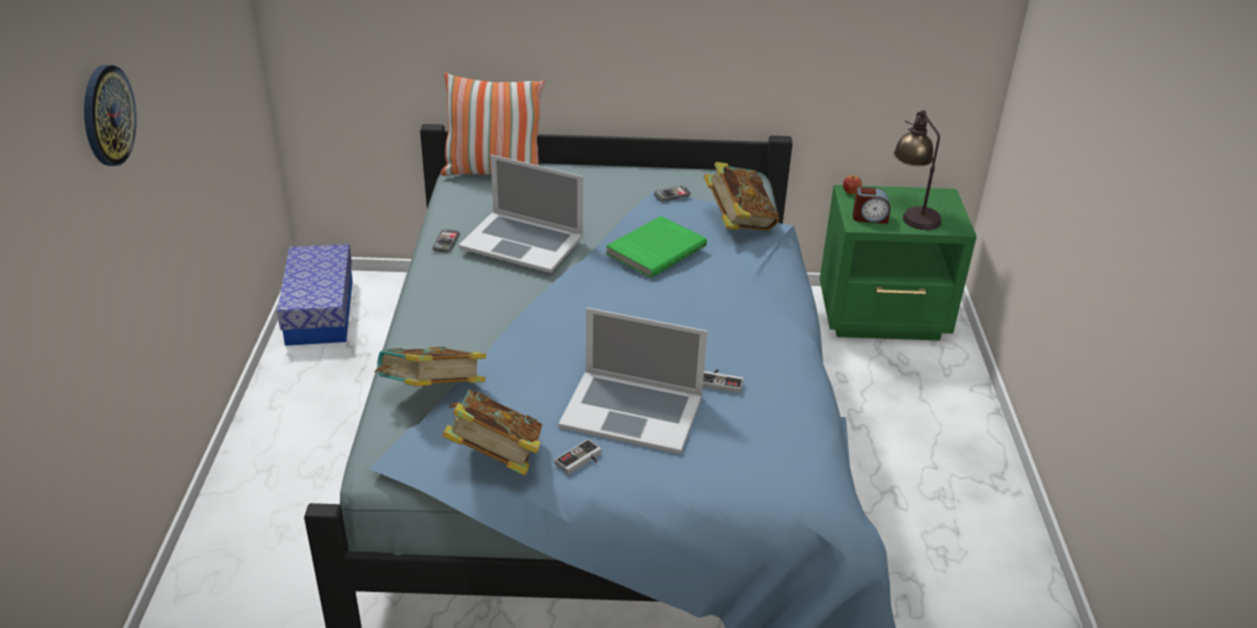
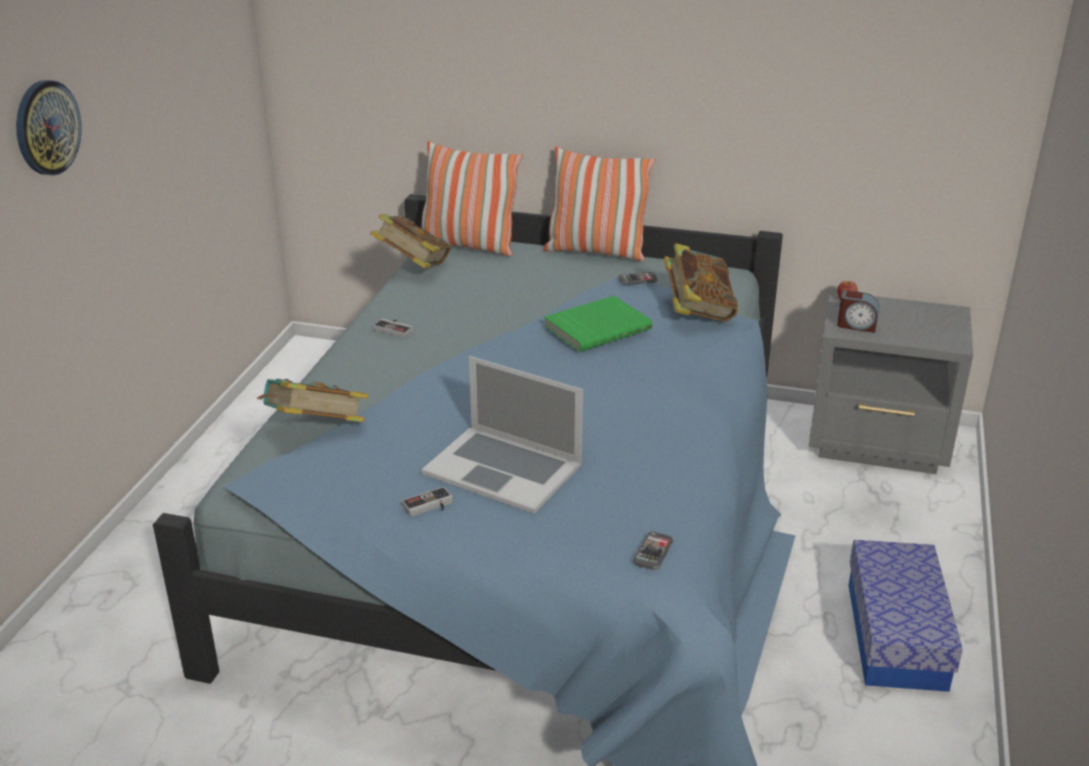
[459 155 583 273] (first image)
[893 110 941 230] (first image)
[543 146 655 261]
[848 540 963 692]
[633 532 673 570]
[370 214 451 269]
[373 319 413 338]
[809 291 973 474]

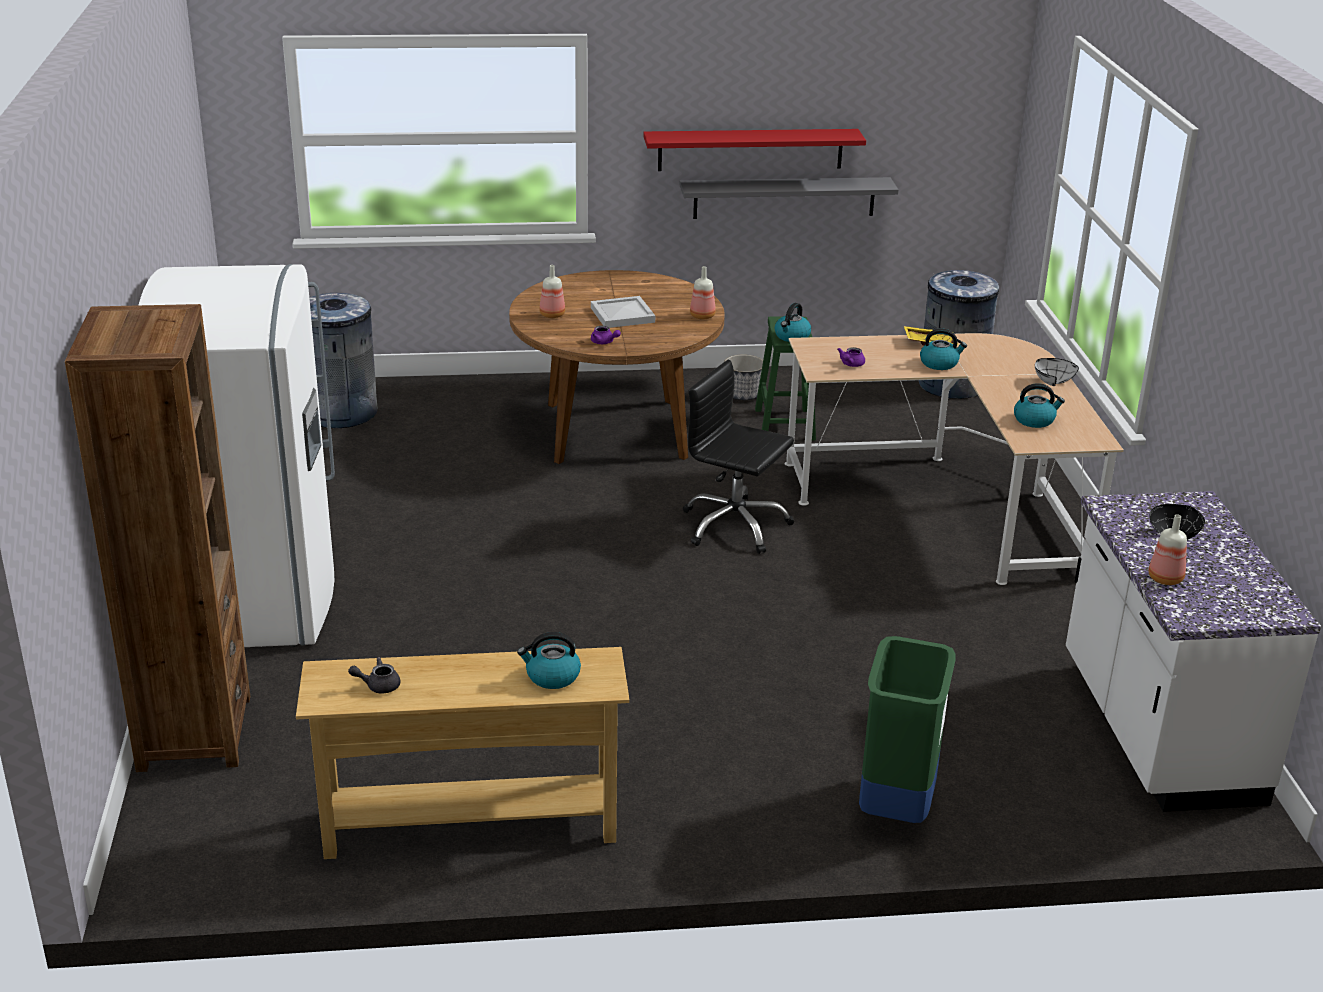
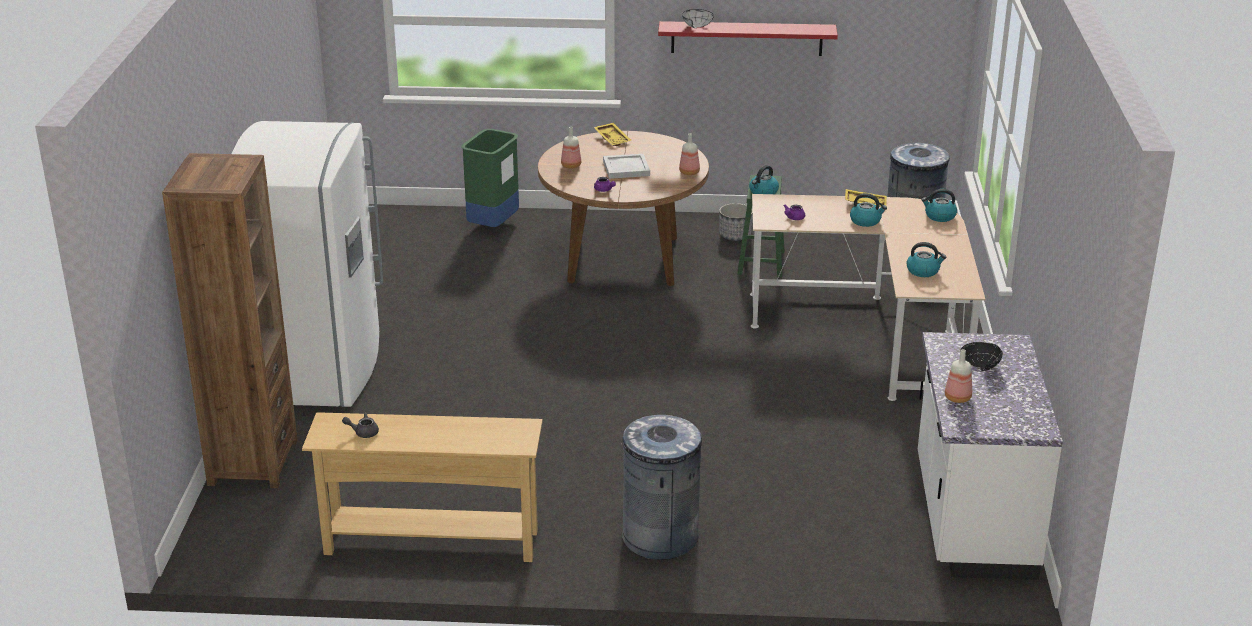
[679 177 899 219] (first image)
[683 360 794 554] (first image)
[594 123 631 146]
[621 415 702 560]
[921 189 957 222]
[461 129 519 227]
[682 9 714 28]

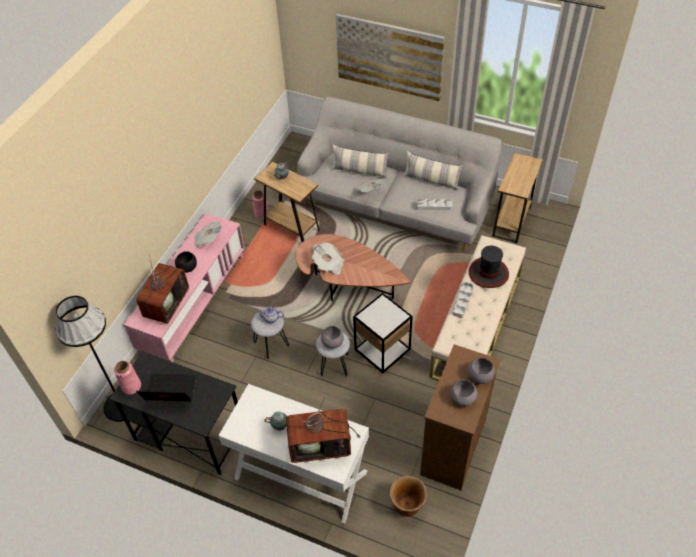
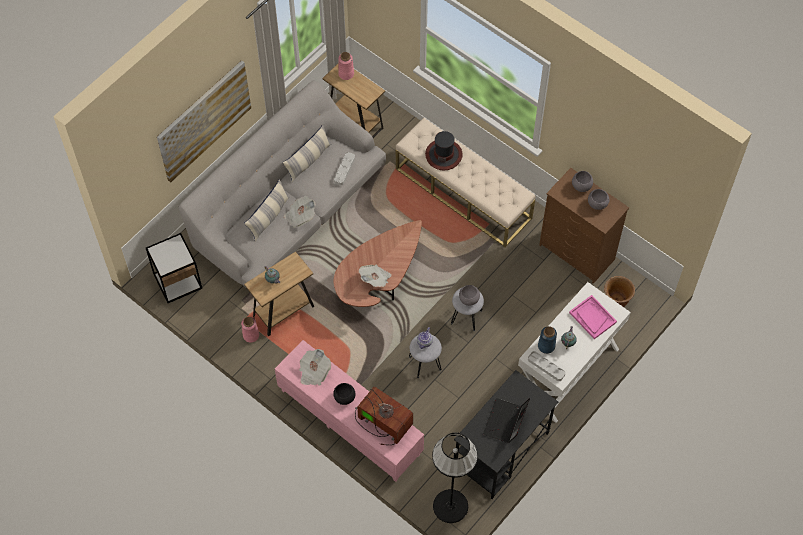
[538 326 557 354]
[338 52 354 80]
[146 233 202 303]
[528 351 565 381]
[569 295 617 339]

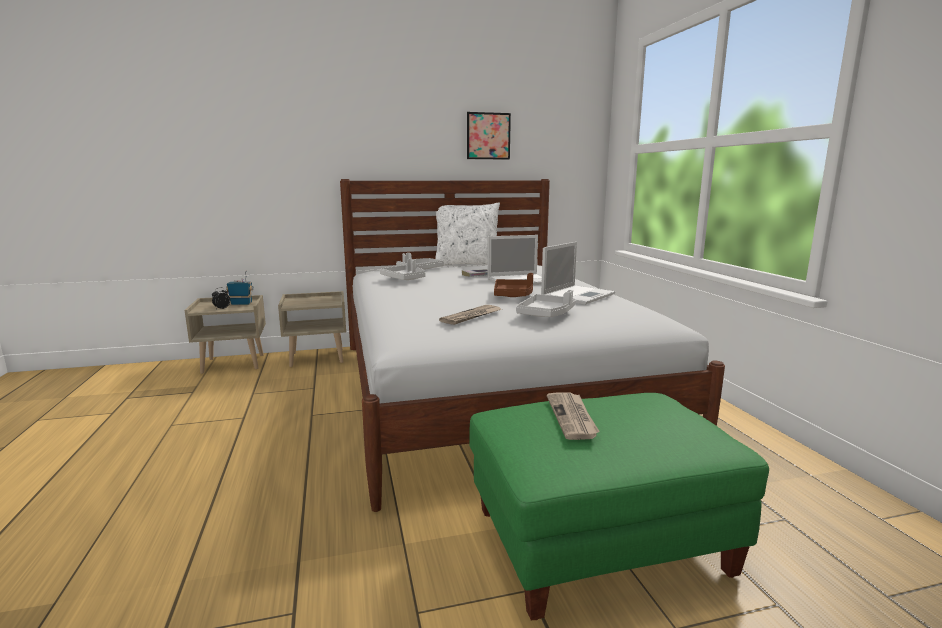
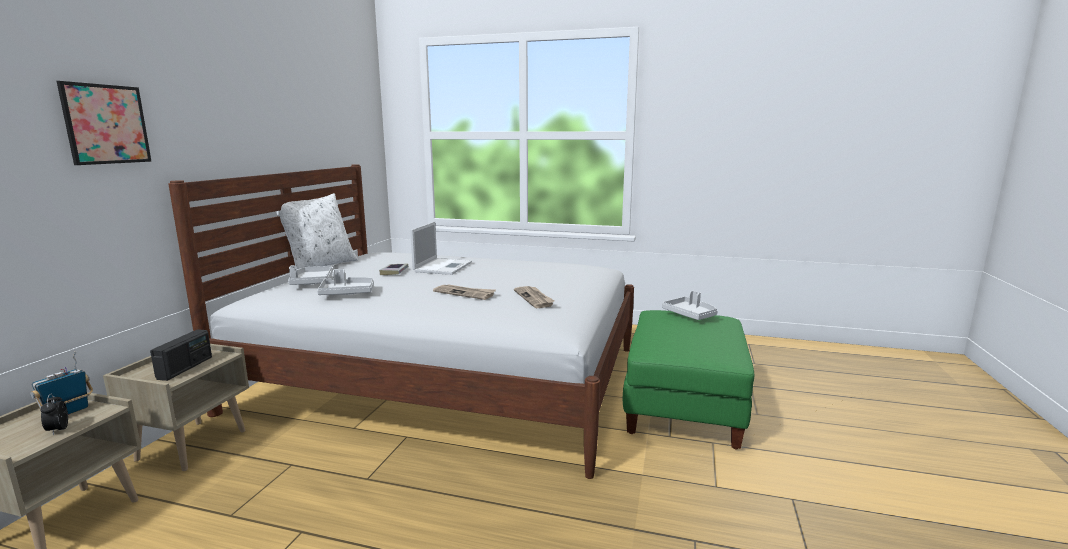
[494 273 533 297] (first image)
[541 242 615 305] (first image)
[150 329 212 381]
[57 81 152 165]
[662 291 718 320]
[433 284 496 300]

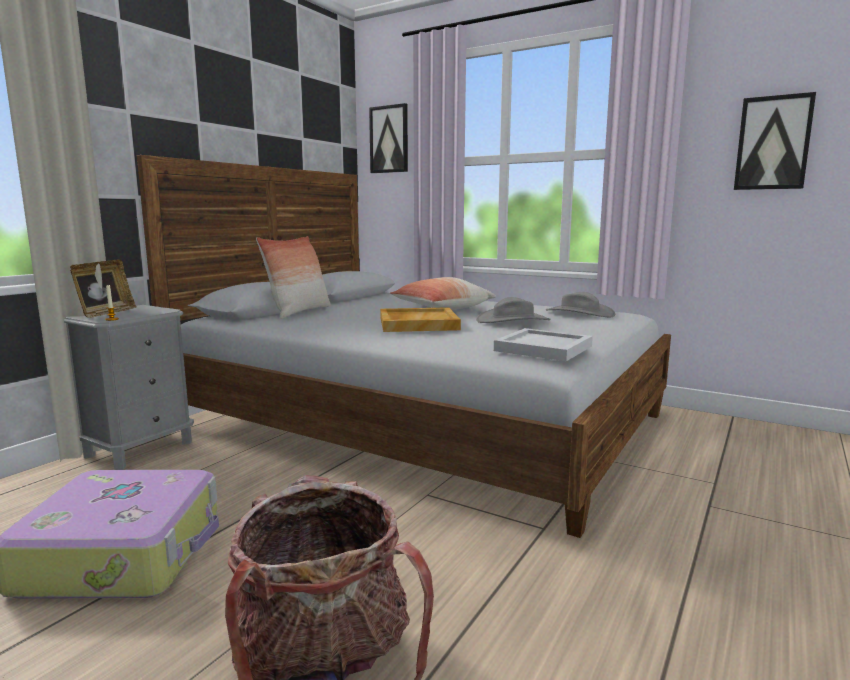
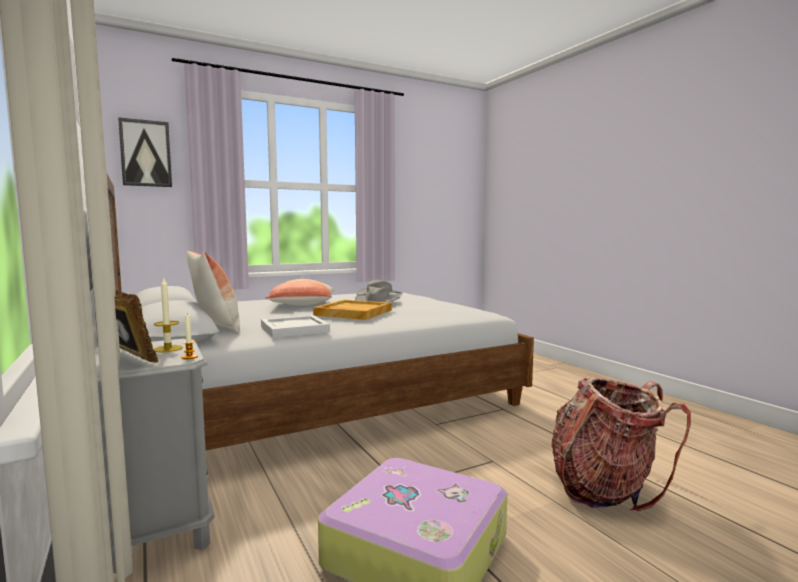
[734 92 816 190] (first image)
[153 277 183 352]
[261 315 330 338]

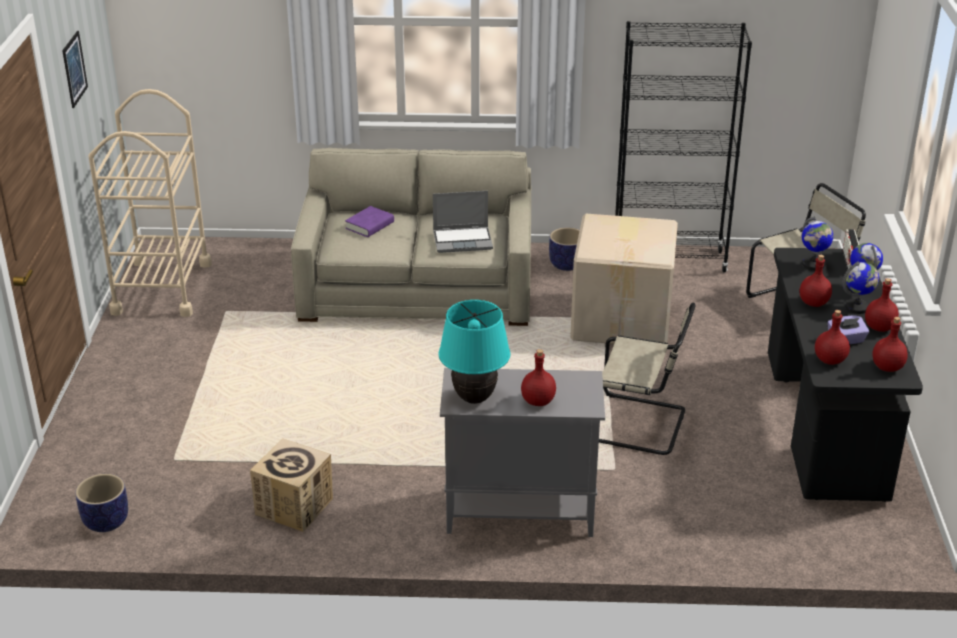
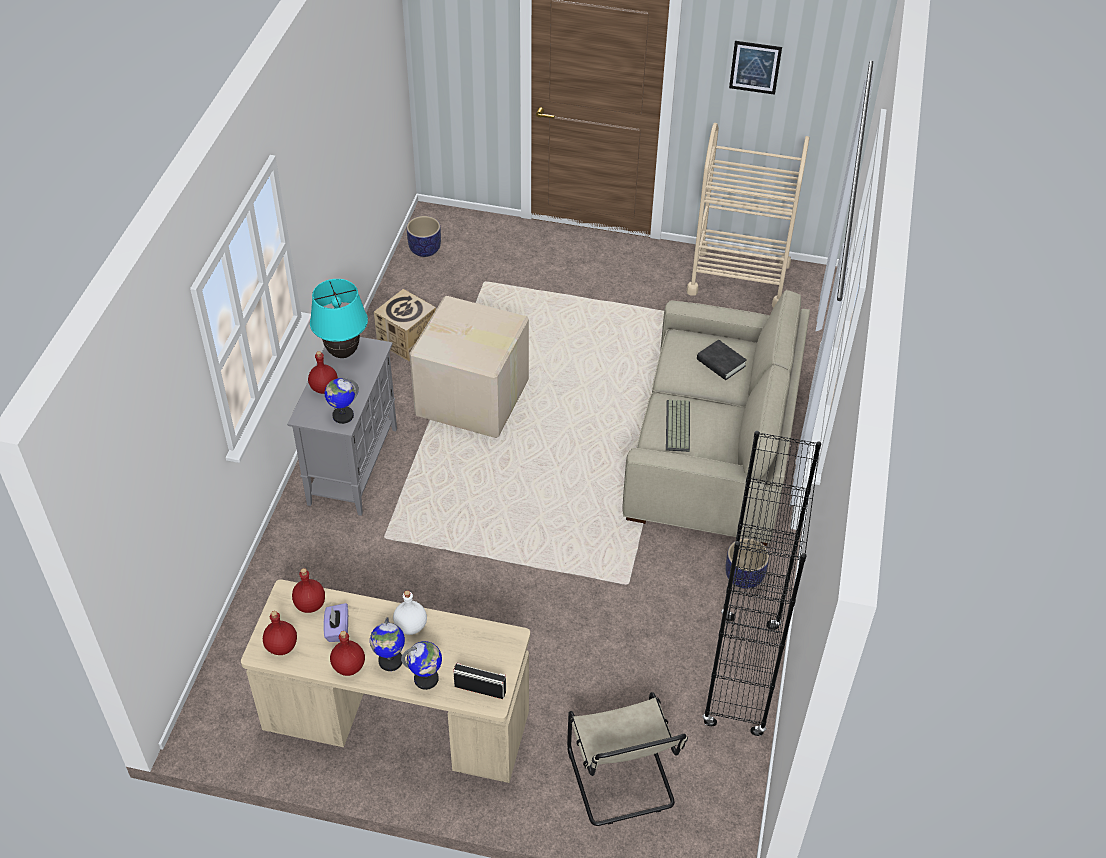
[599 303 696 455] (first image)
[409 296 529 438]
[325 378 359 424]
[666 399 690 452]
[697 339 747 380]
[241 579 530 783]
[393 590 427 635]

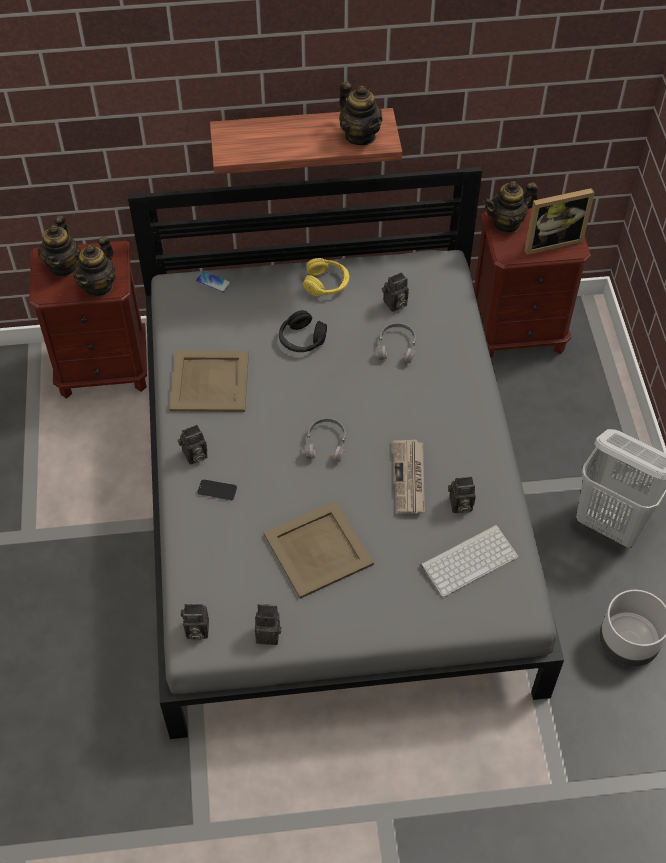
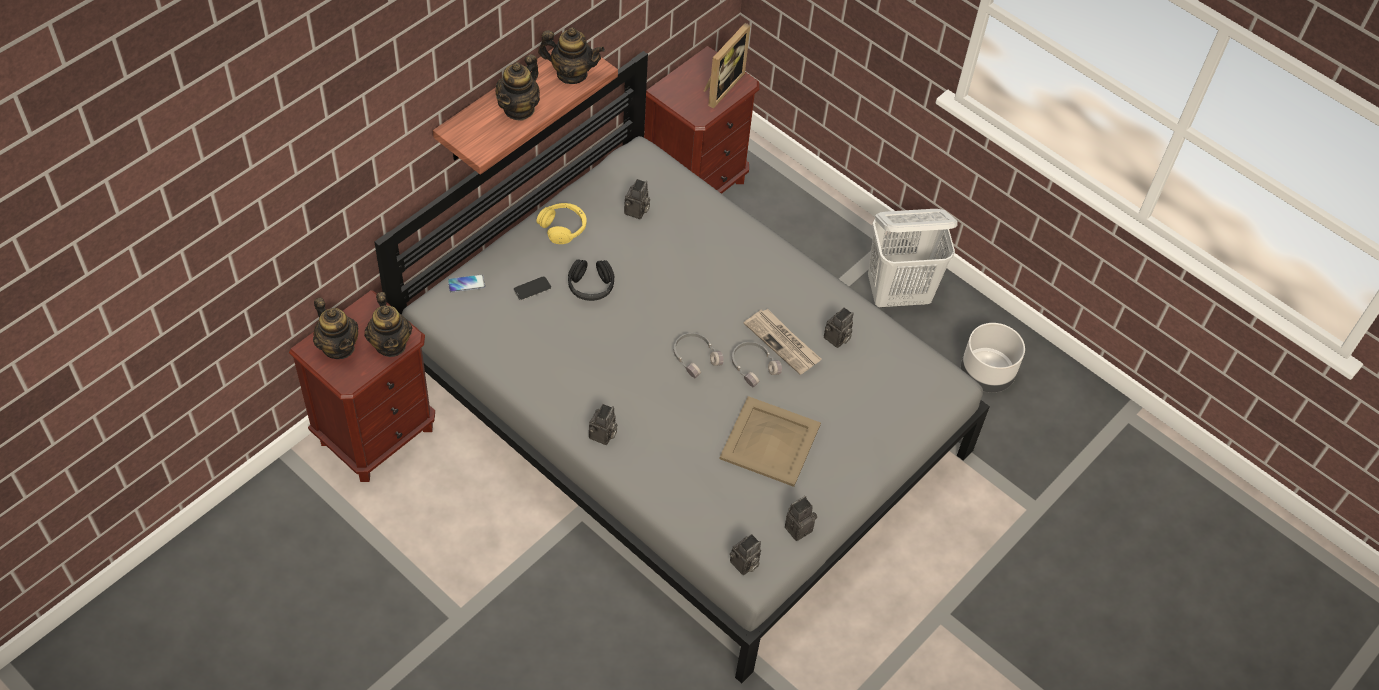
[169 350 249 412] (first image)
[420 525 518 597] (first image)
[514 276 551 301]
[732 341 782 387]
[496 54 540 121]

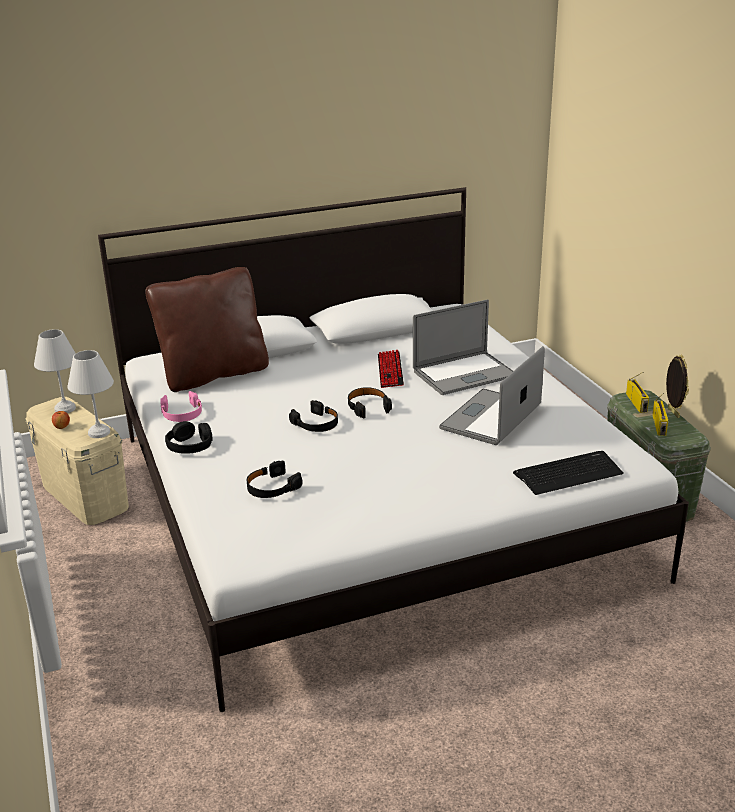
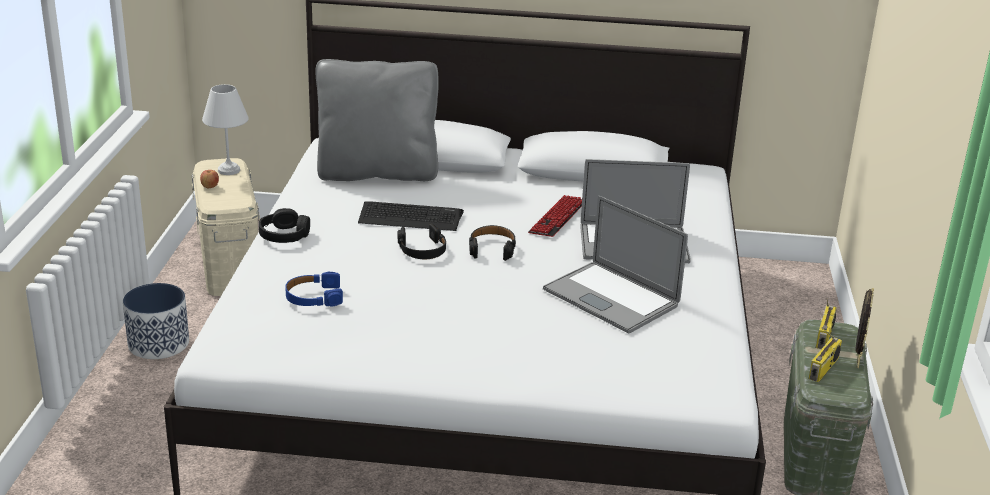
[68 350 114 438] (first image)
[160 391 202 422] (first image)
[123 283 189 359]
[358 201 464 231]
[315 59 439 181]
[285 271 343 307]
[543 195 688 333]

